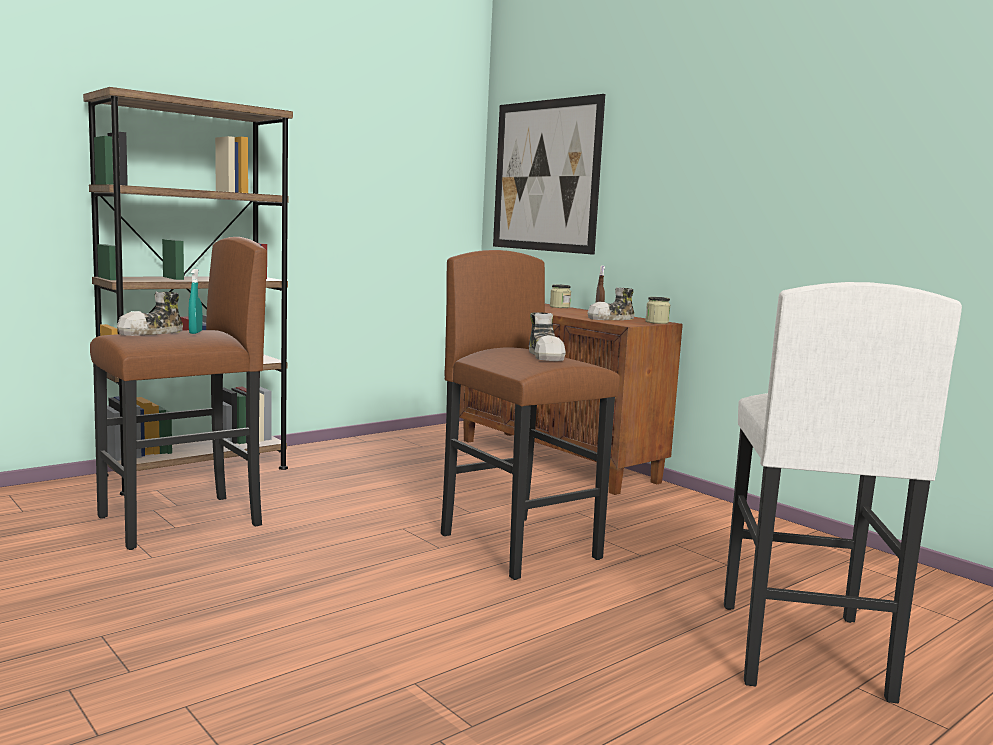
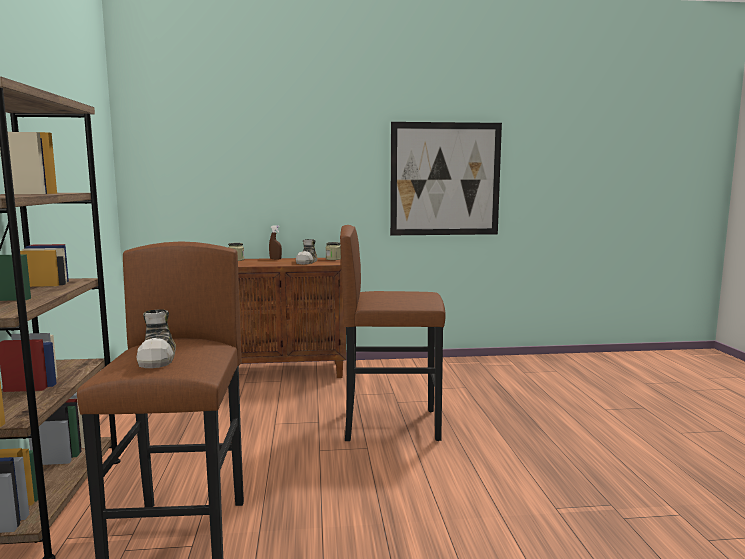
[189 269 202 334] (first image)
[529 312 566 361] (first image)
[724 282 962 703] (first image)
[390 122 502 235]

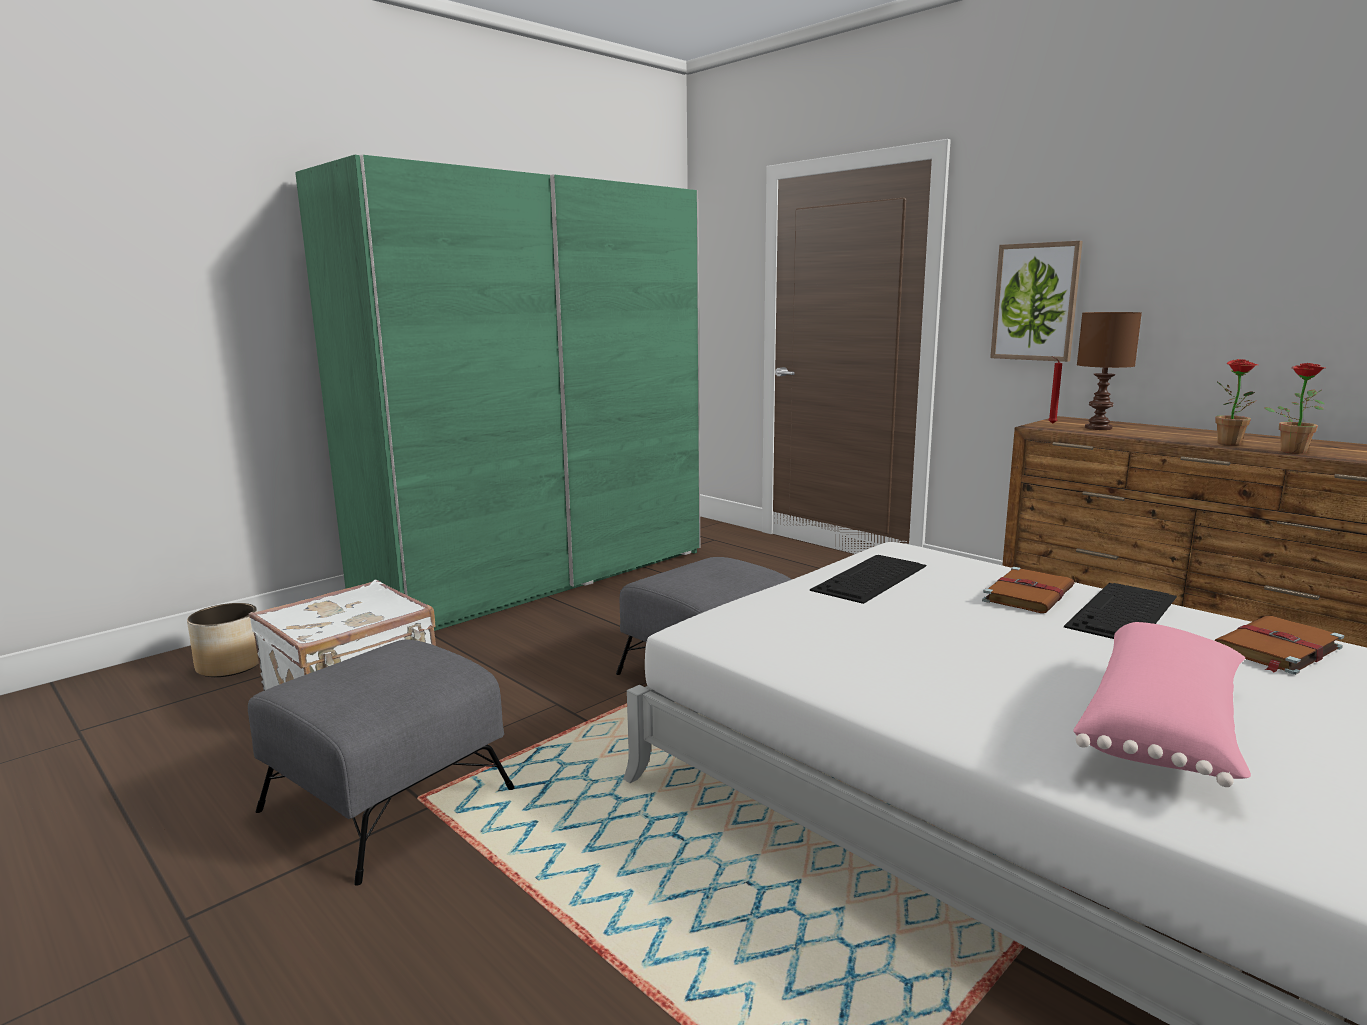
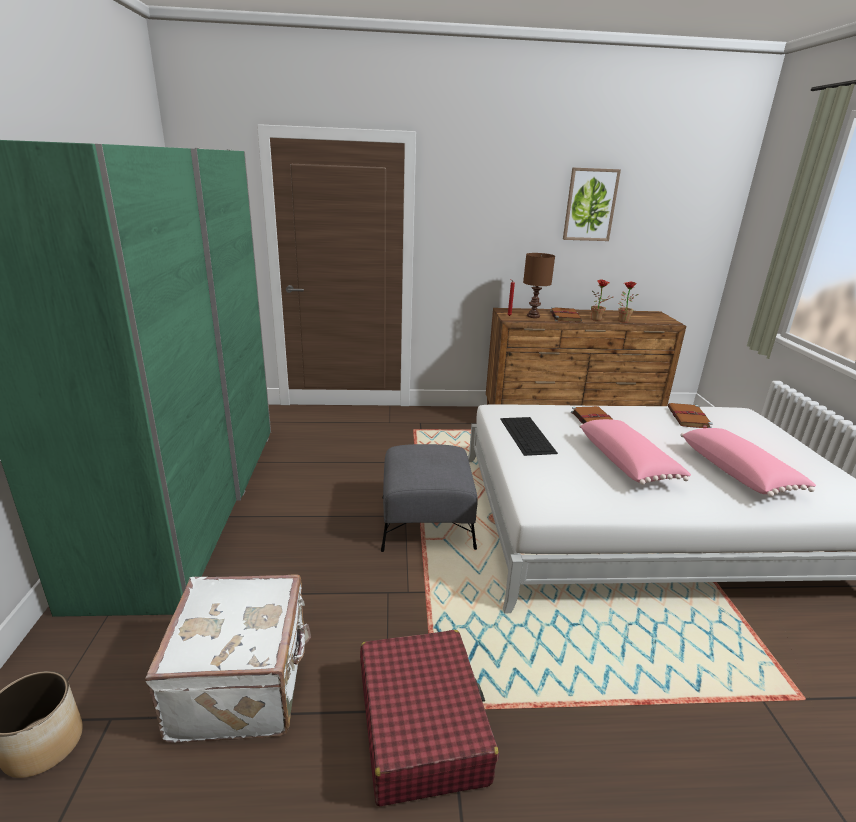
[1064 583 1177 639] (first image)
[550 307 582 322]
[579 419 691 485]
[563 168 621 241]
[360 630 499 807]

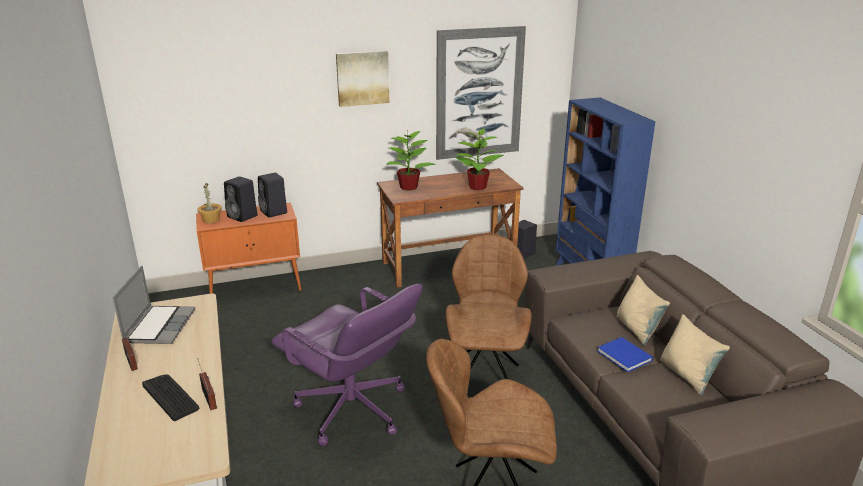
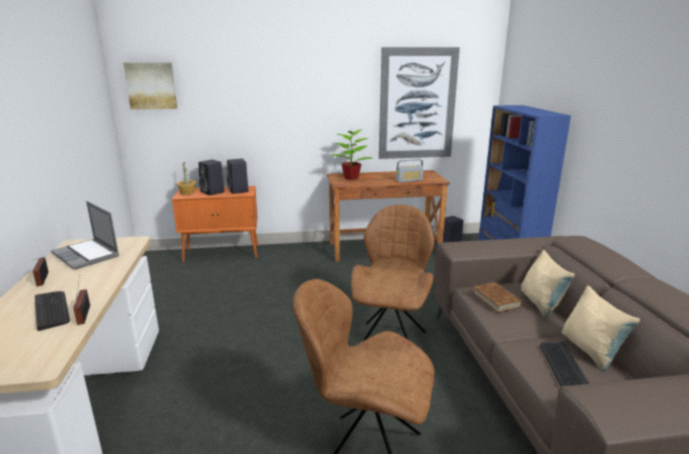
[271 284 422 446] (first image)
[597 337 653 372] (first image)
[473 282 522 313]
[540 342 589 387]
[123 62 177 110]
[396 159 423 182]
[51 201 119 270]

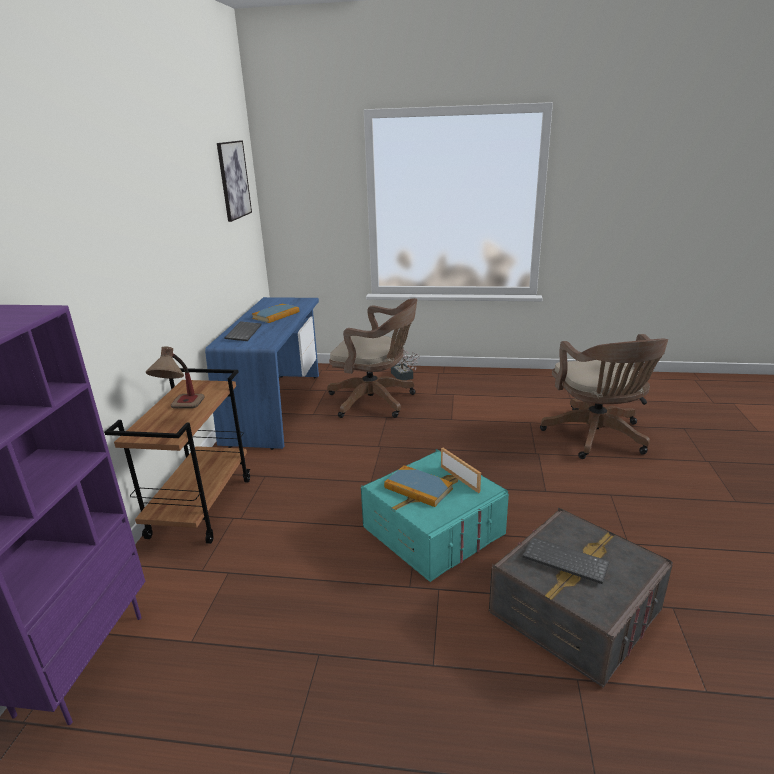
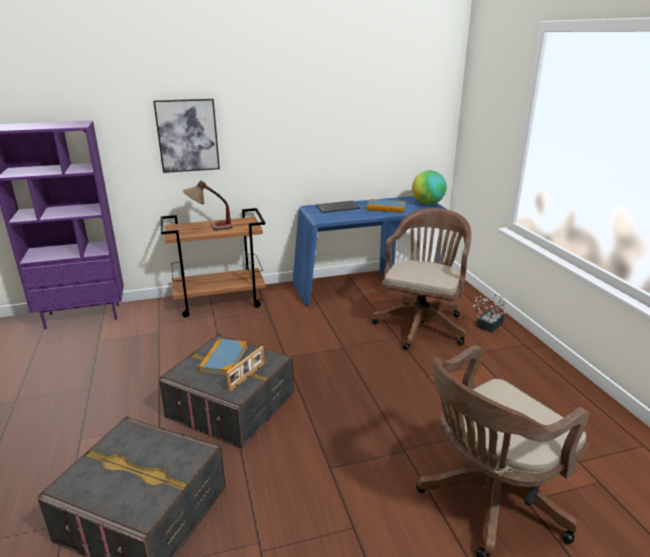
[522 537 610 584] (first image)
[412 170 447 205]
[153 99 220 173]
[159 333 294 449]
[372 208 471 350]

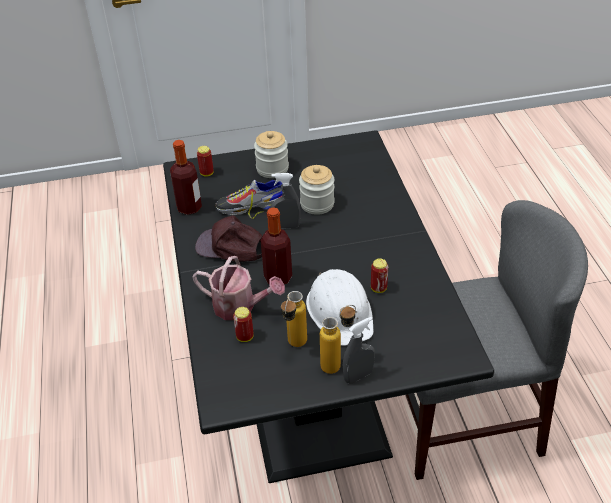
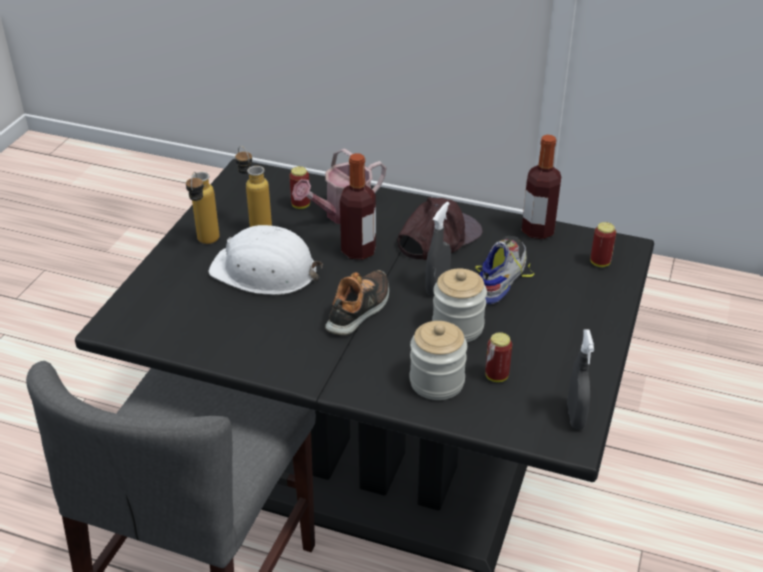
[325 270 389 335]
[410 321 467 400]
[567 329 594 430]
[485 332 512 382]

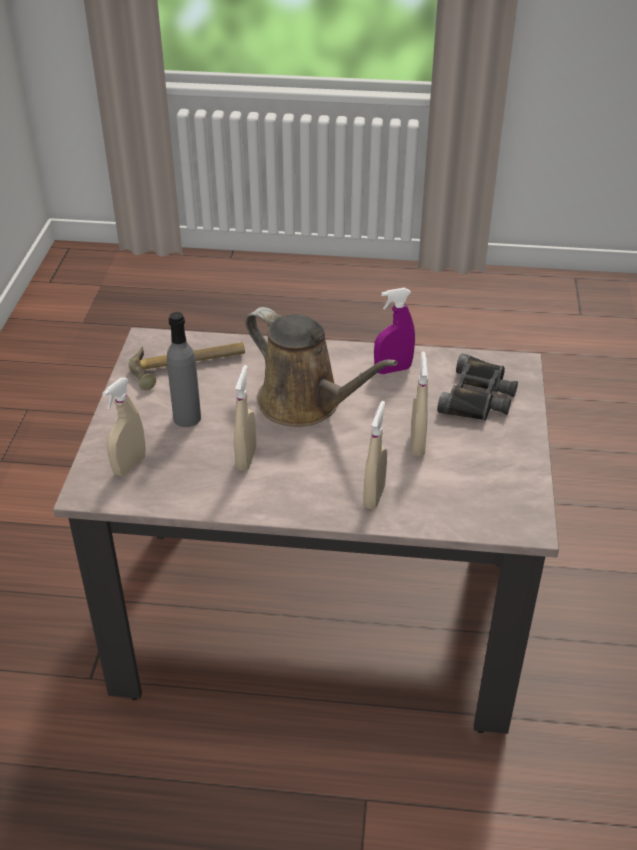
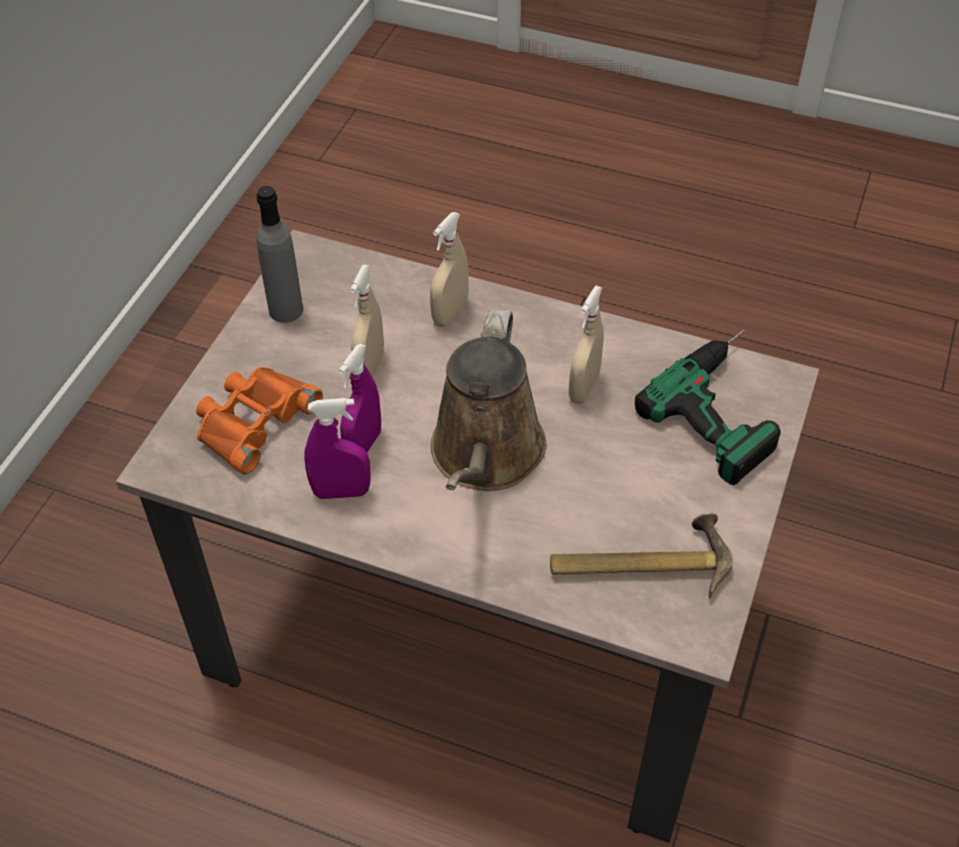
[339 344 381 452]
[256 186 303 323]
[635 330 781 485]
[196 367 323 474]
[431 309 546 491]

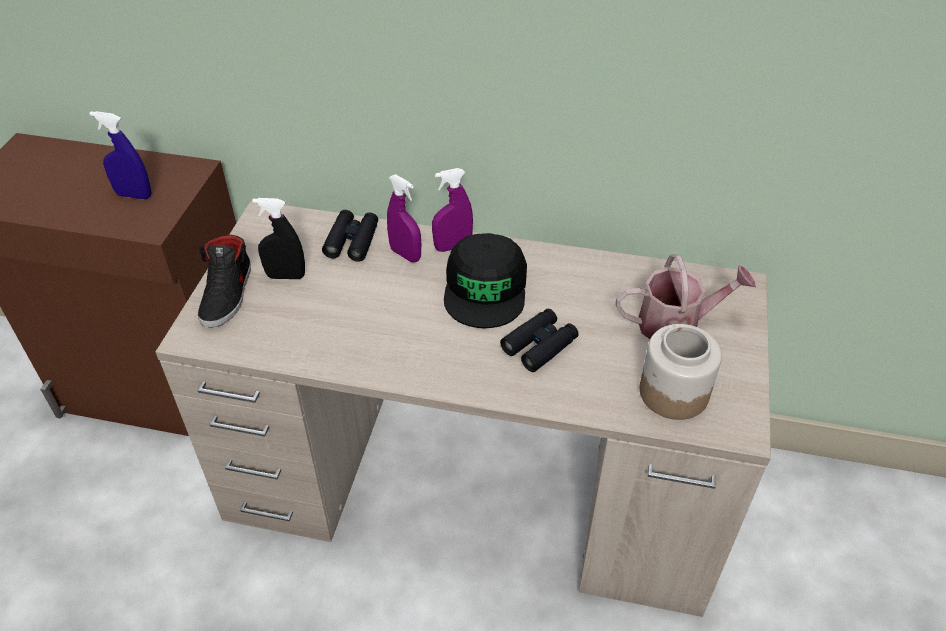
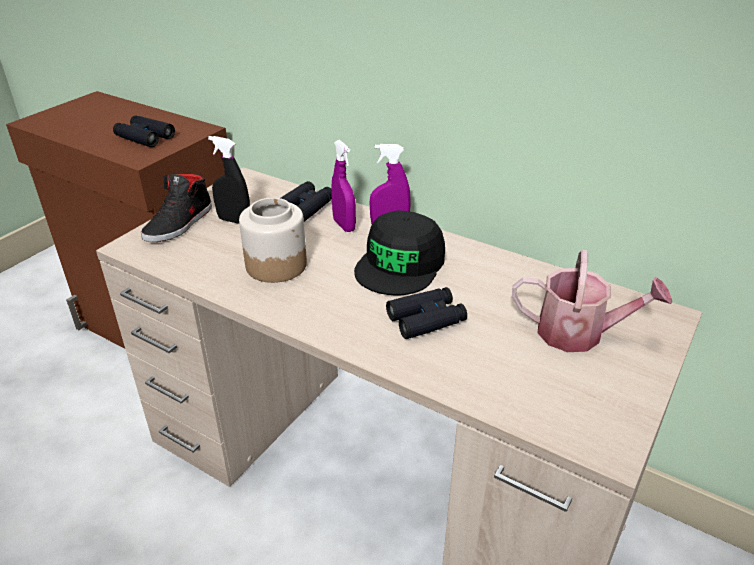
[239 198 307 283]
[113 115 175 147]

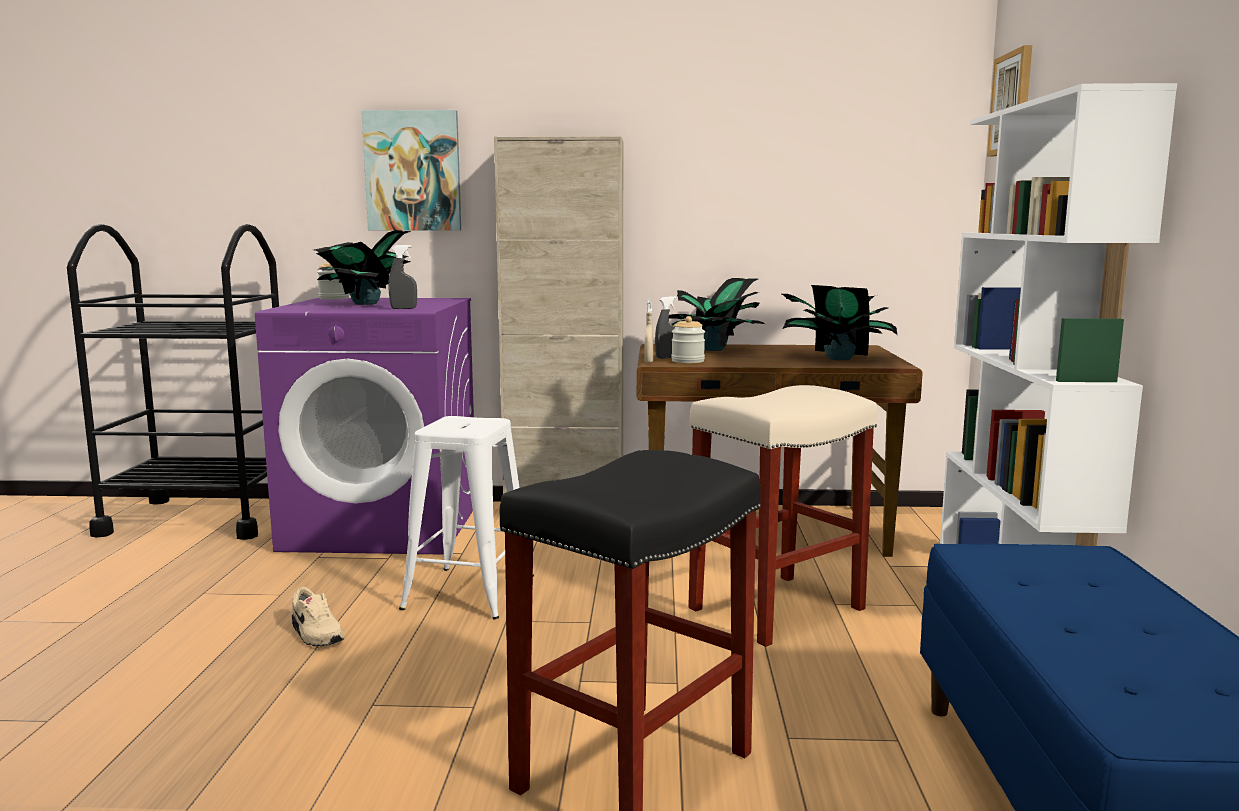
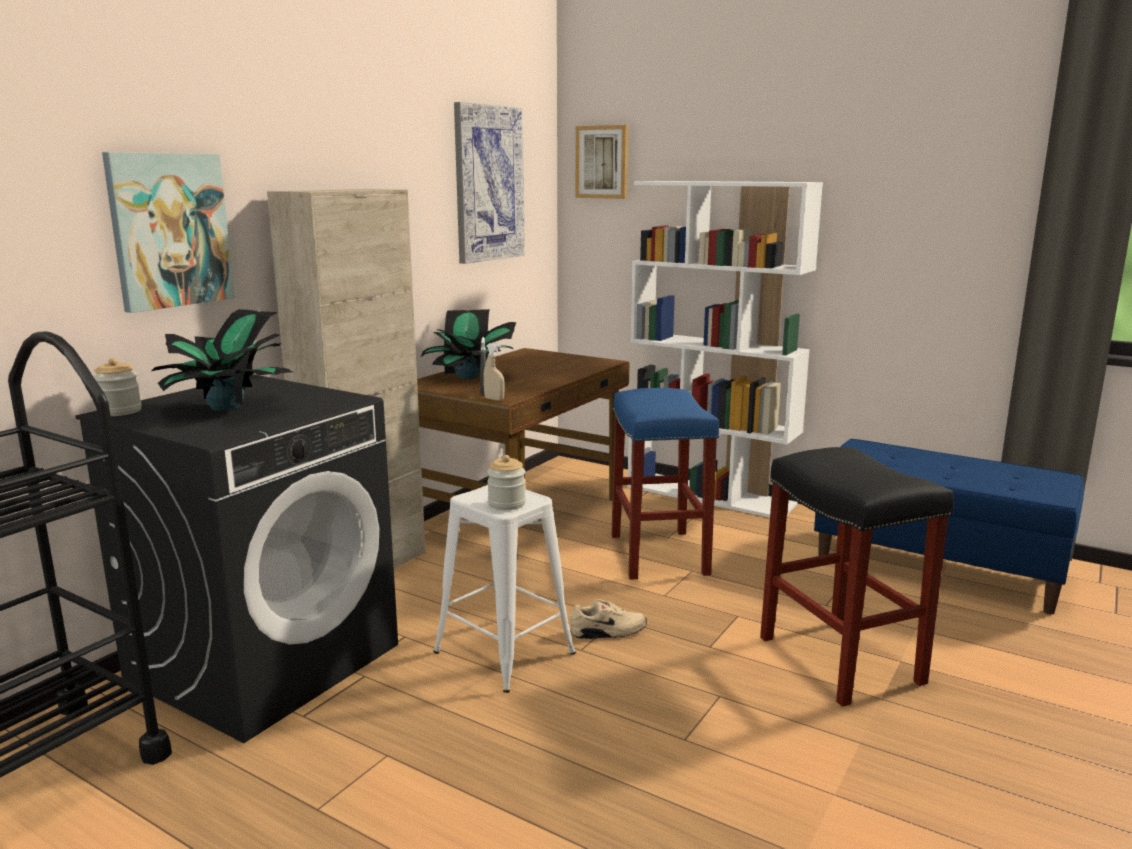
[389 245 417 309] (first image)
[782 285 897 360] (first image)
[454 102 525 264]
[570 599 647 639]
[487 455 526 510]
[75 374 398 743]
[611 388 719 580]

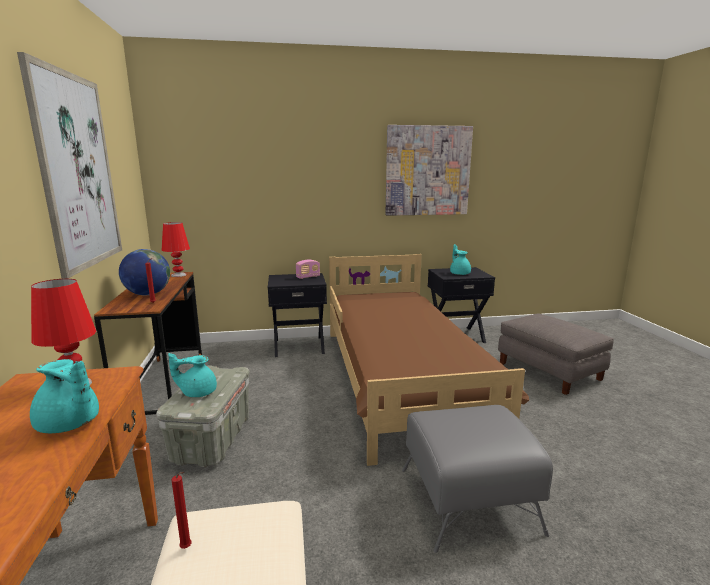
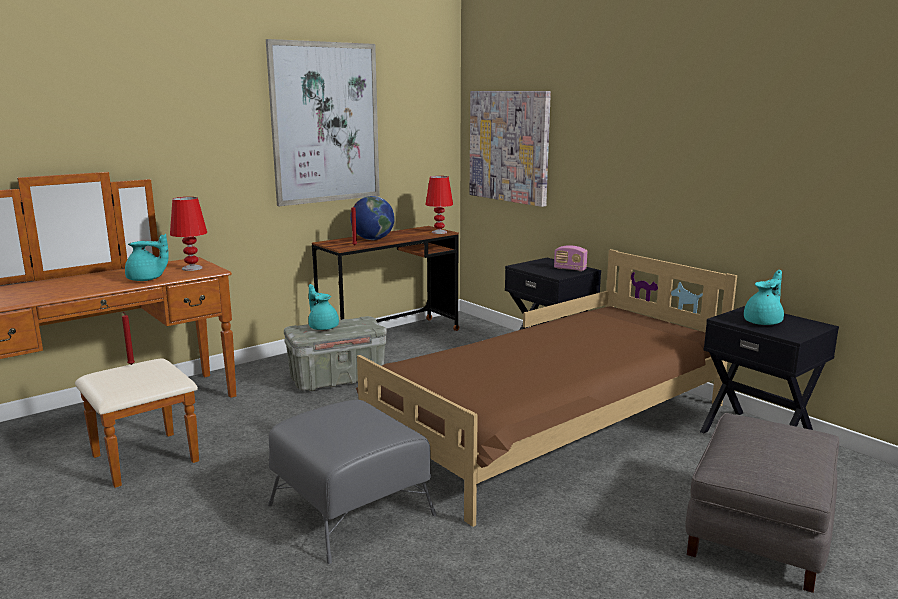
[470 91 551 207]
[125 234 169 281]

